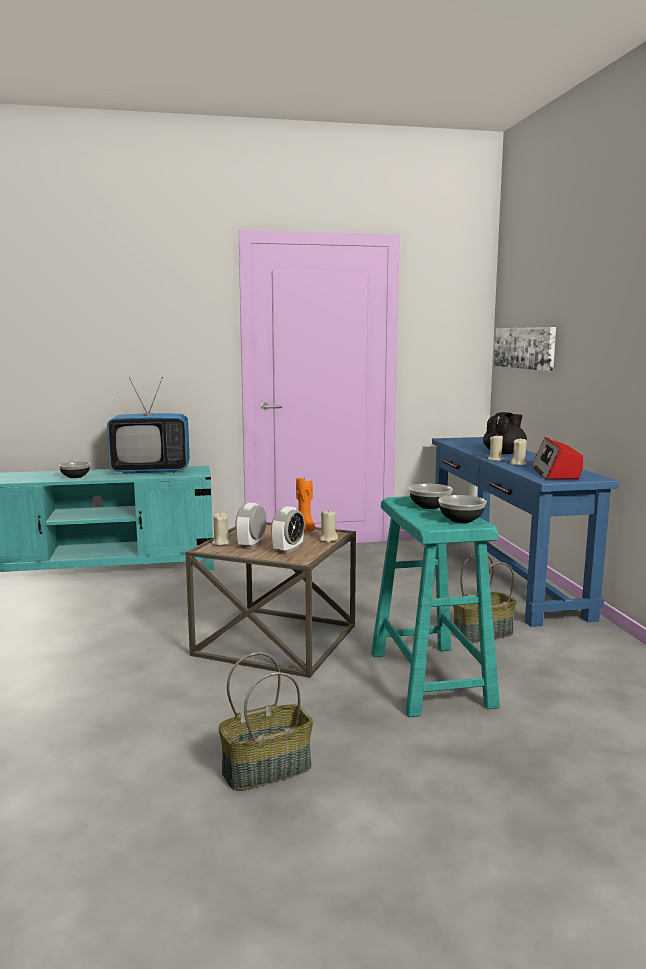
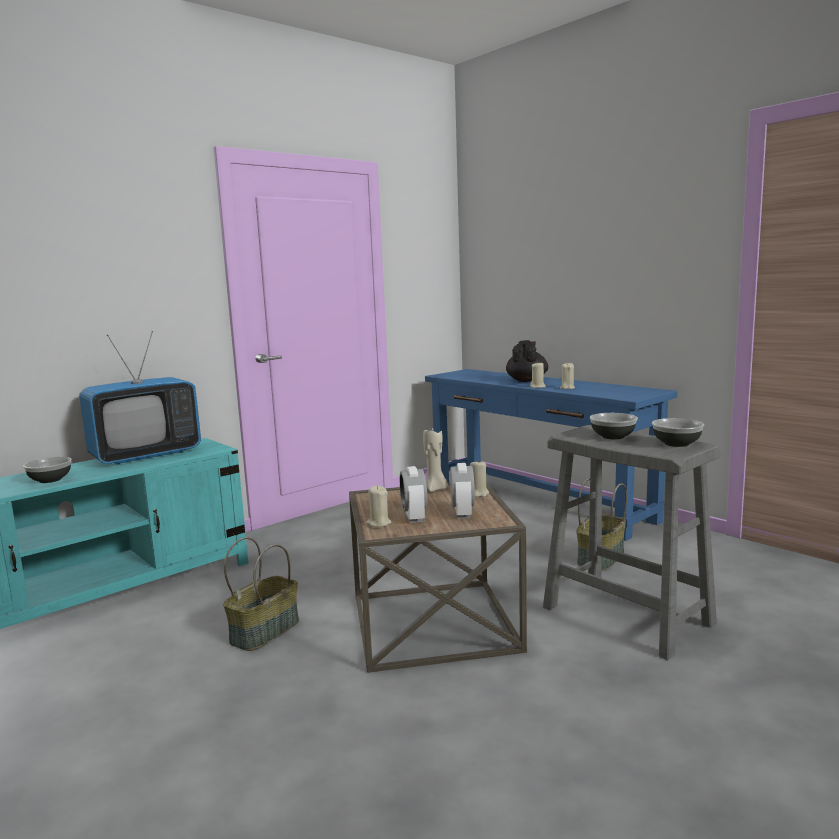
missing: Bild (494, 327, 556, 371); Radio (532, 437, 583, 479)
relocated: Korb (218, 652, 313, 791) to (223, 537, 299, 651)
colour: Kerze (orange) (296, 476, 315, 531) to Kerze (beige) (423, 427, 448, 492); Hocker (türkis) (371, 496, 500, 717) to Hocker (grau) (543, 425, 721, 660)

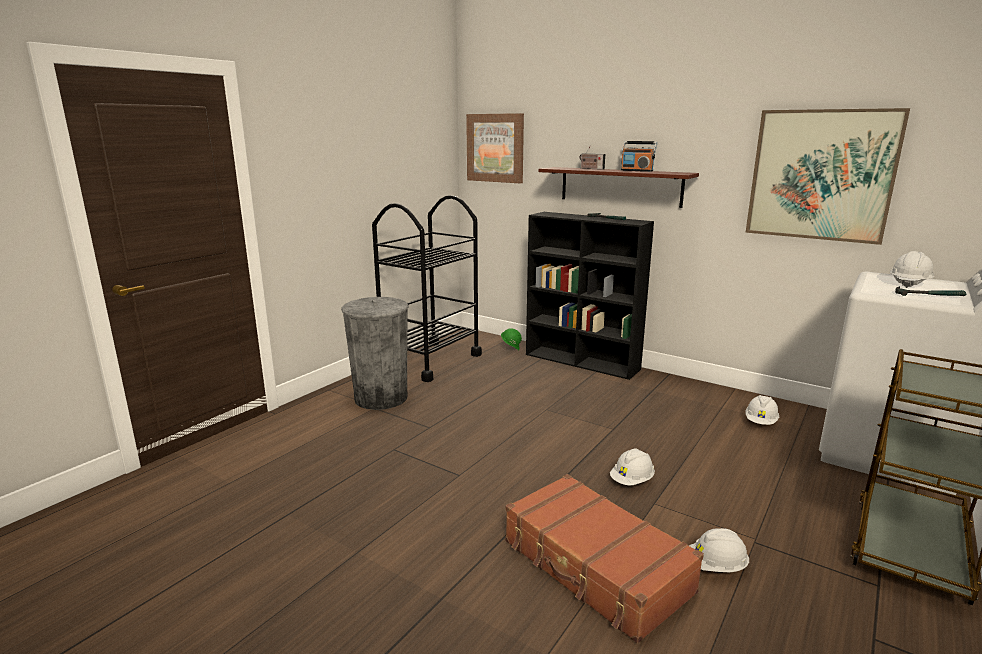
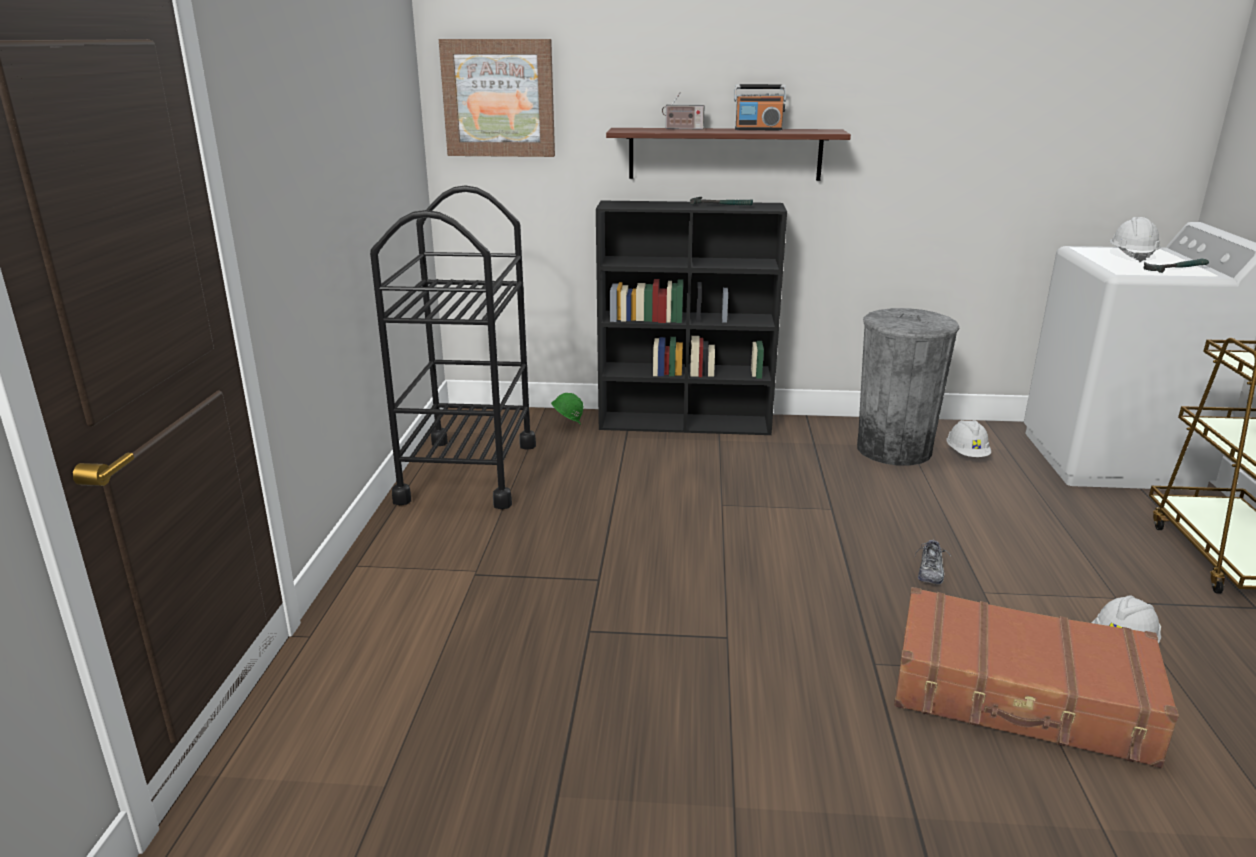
missing: Bild (745, 108, 910, 245)
relocated: Mülleimer (grau) (341, 297, 409, 410) to (857, 308, 960, 466)
exchanged: Schutzhelm (weiß) (610, 449, 655, 485) to Schuh (915, 540, 951, 585)

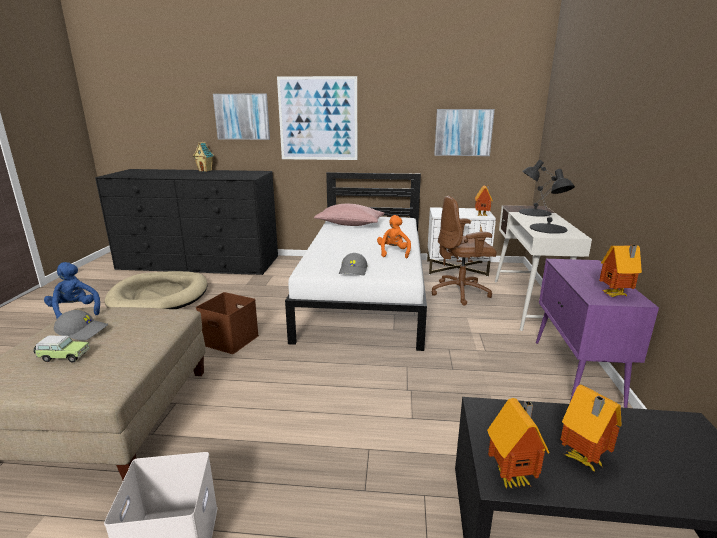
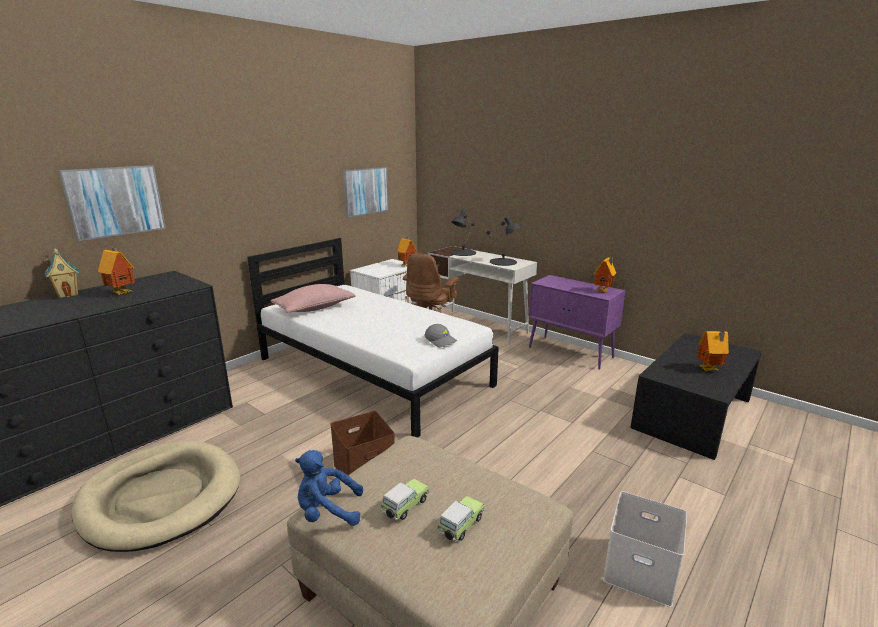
missing: Bild (277, 76, 357, 160); Plüschtier (orange) (377, 215, 411, 259)
relocated: Spielzeughaus (487, 398, 549, 488) to (98, 247, 135, 295)
exchanged: Kappe (grau) (54, 310, 108, 341) to Spielzeugauto (381, 478, 429, 520)

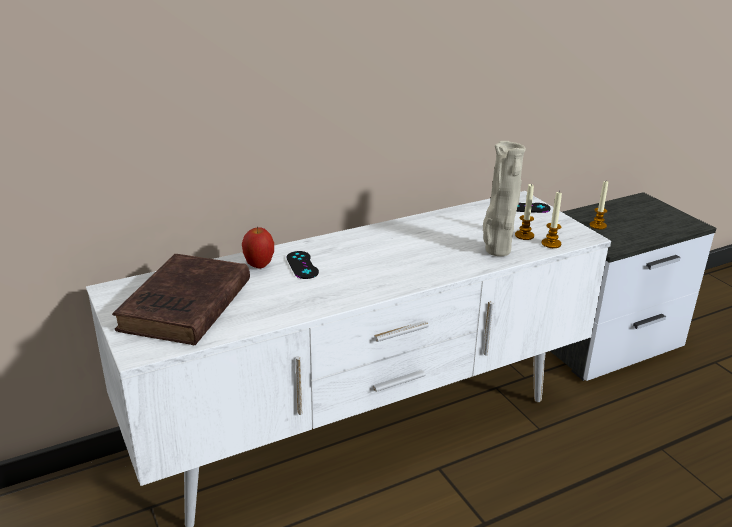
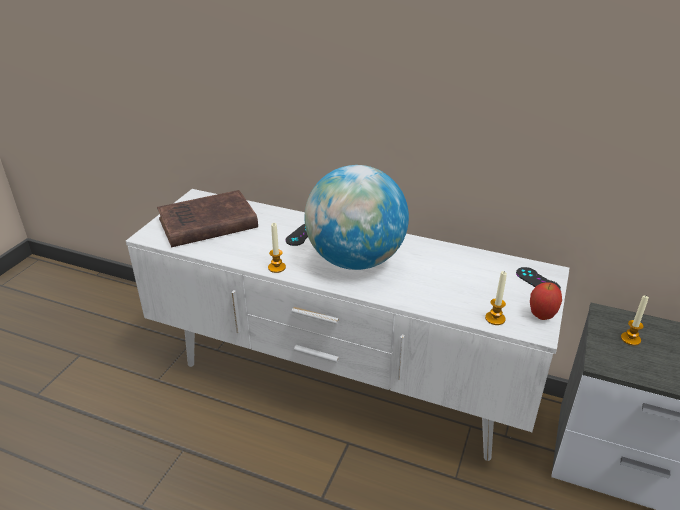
missing: Vase (beige) (483, 141, 526, 256)
appeared: Globus (304, 165, 409, 270)
relocated: Apfel (242, 227, 274, 269) to (530, 282, 562, 320); Kerze (515, 183, 534, 240) to (268, 223, 286, 273)

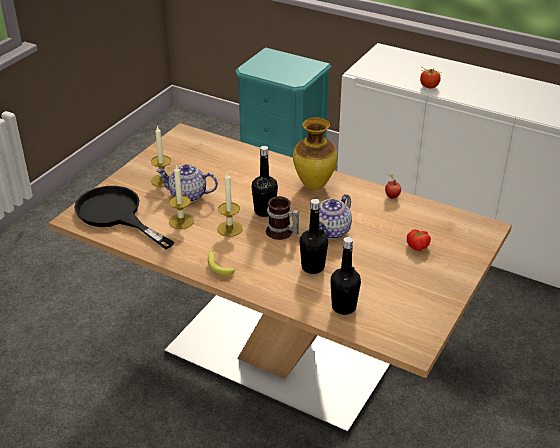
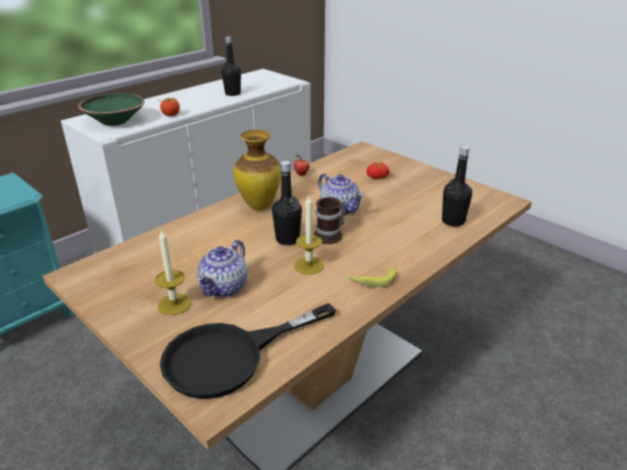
missing: Kerze (169, 164, 194, 229)
appeared: Schüssel (grün) (78, 93, 145, 126)
relocated: Flasche (schwarz) (300, 199, 328, 274) to (221, 36, 241, 96)

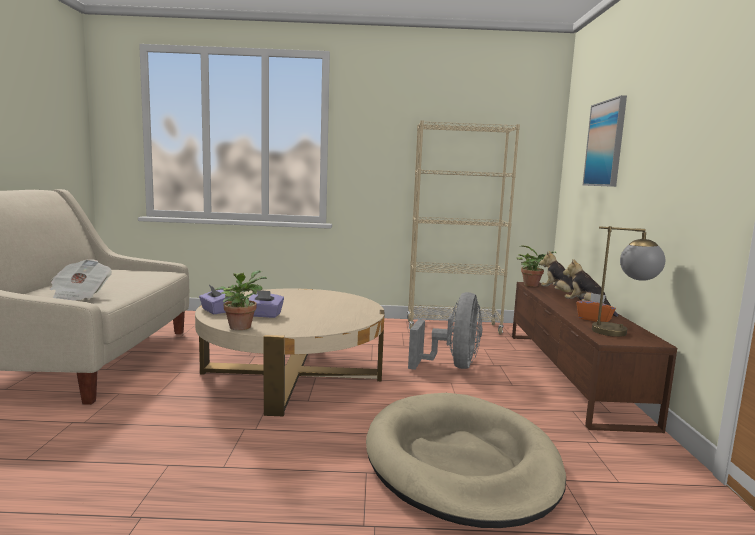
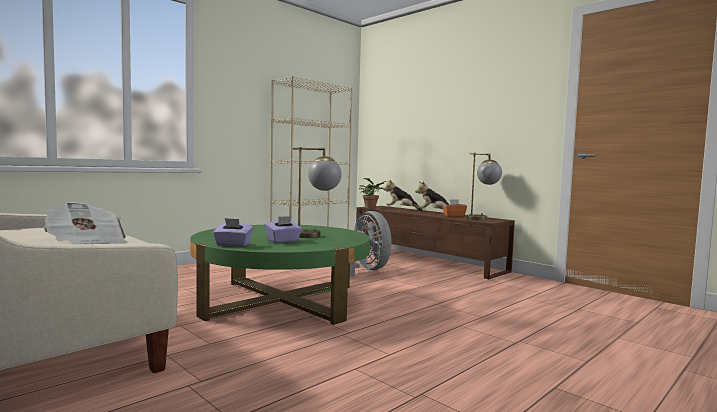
missing: Topfpflanze (215, 270, 267, 330); Hundebett (beige) (366, 393, 566, 528); Bild (583, 95, 627, 187)
appeared: Tischlampe (293, 147, 342, 238)
colour: Couchtisch (beige) (195, 289, 384, 416) to Couchtisch (grün) (190, 225, 370, 325)

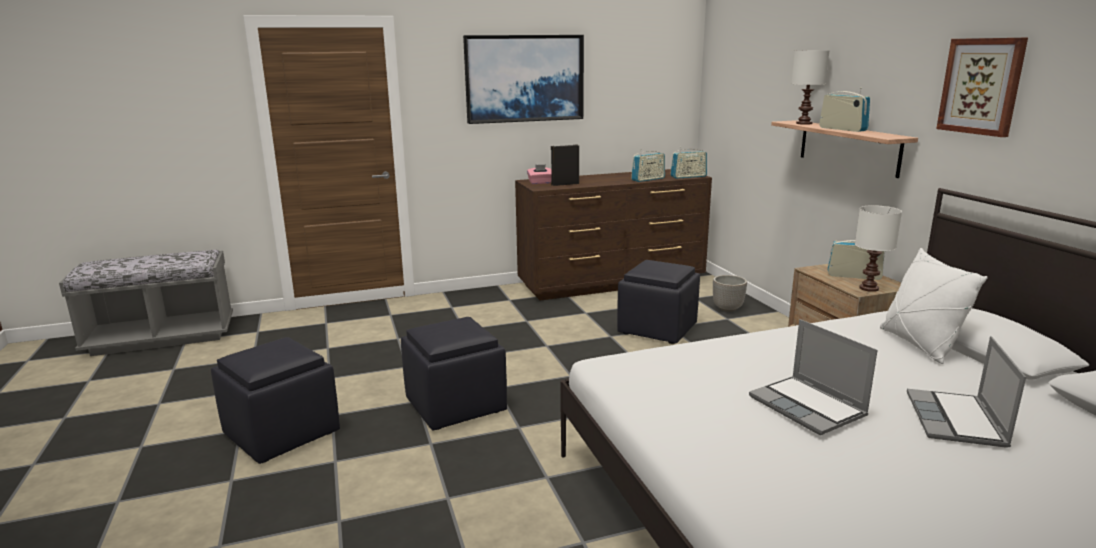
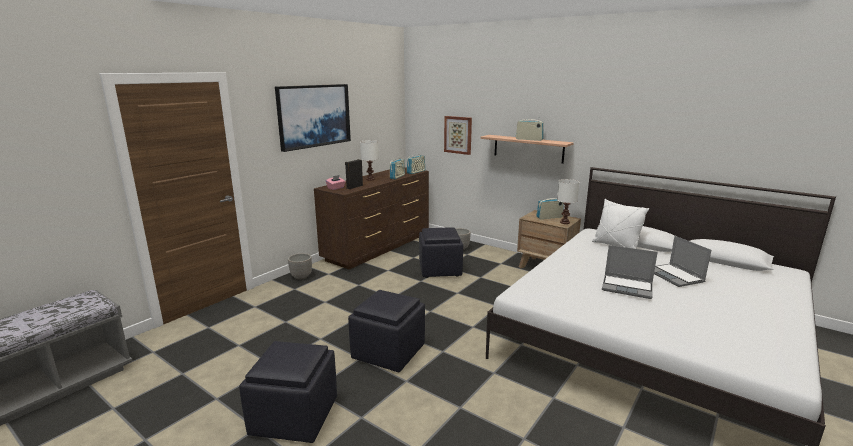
appeared: Pflanzkübel (288, 253, 312, 280)
relocated: Tischlampe (weiß) (791, 50, 830, 125) to (360, 140, 378, 180); Bild (936, 38, 1028, 137) to (444, 116, 472, 155)

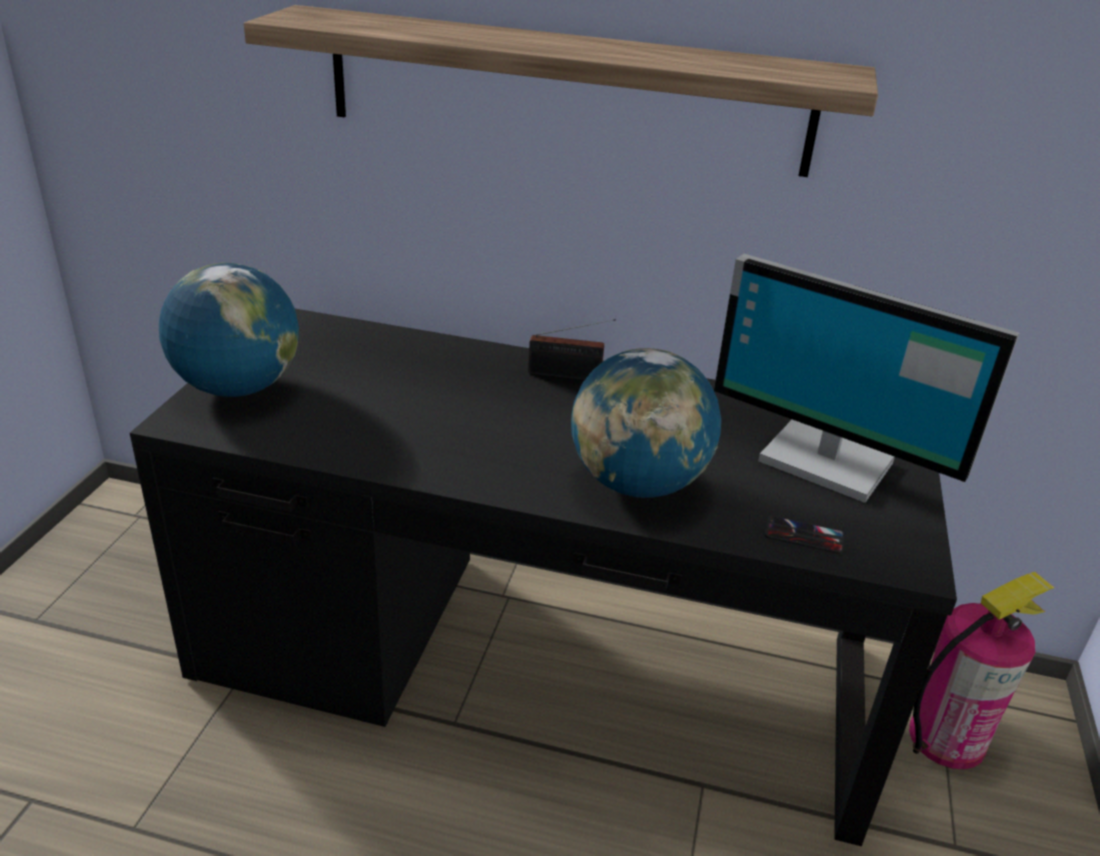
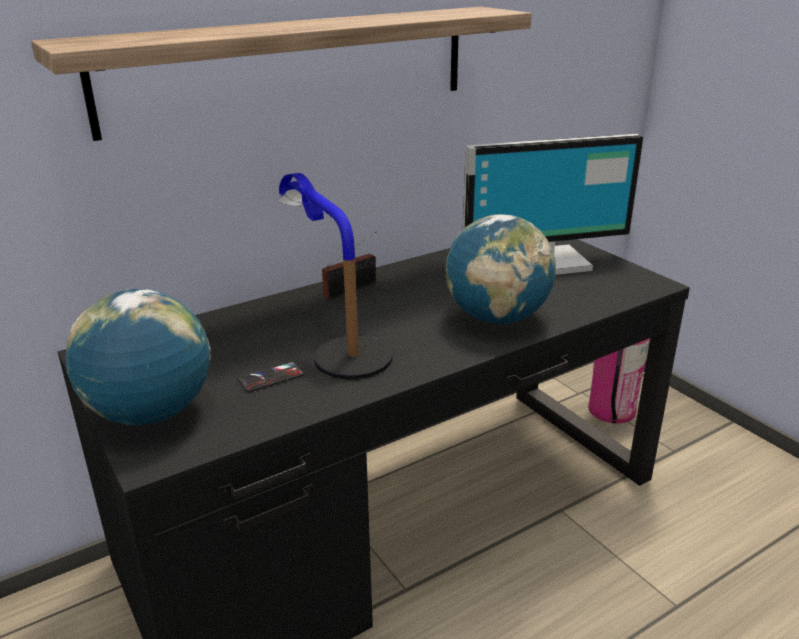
appeared: Tischlampe (279, 173, 392, 379)
relocated: Handy (765, 516, 844, 554) to (238, 362, 304, 392)

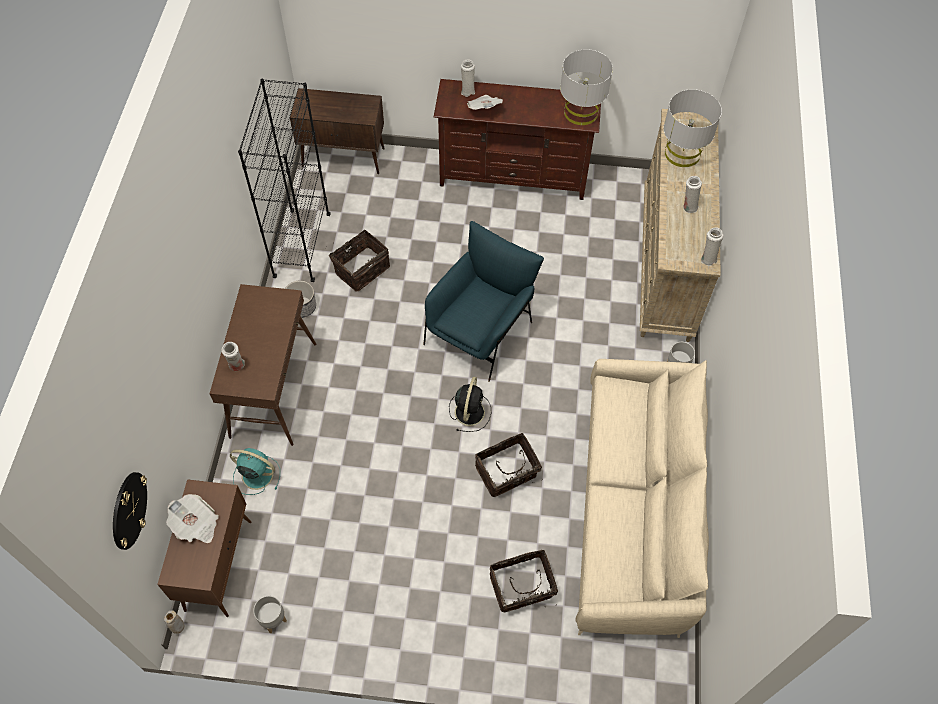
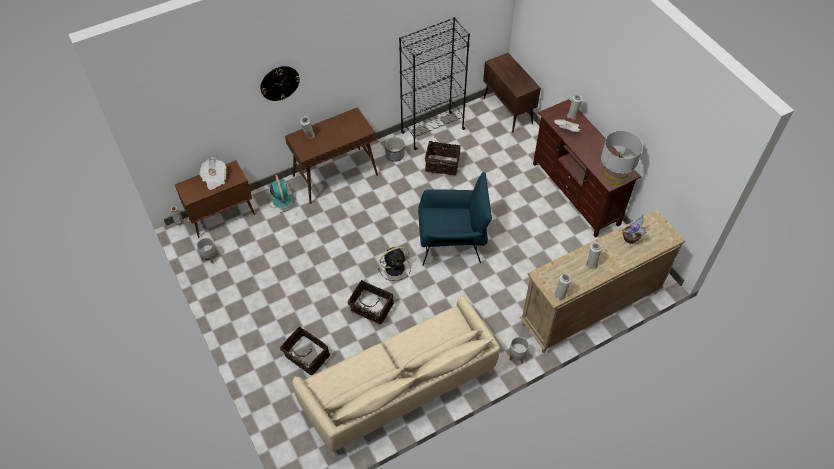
relocated: Wanduhr (113, 472, 147, 550) to (260, 66, 300, 101)
exchanged: Tischlampe (grau) (664, 89, 722, 167) to Topfpflanze (621, 214, 646, 244)

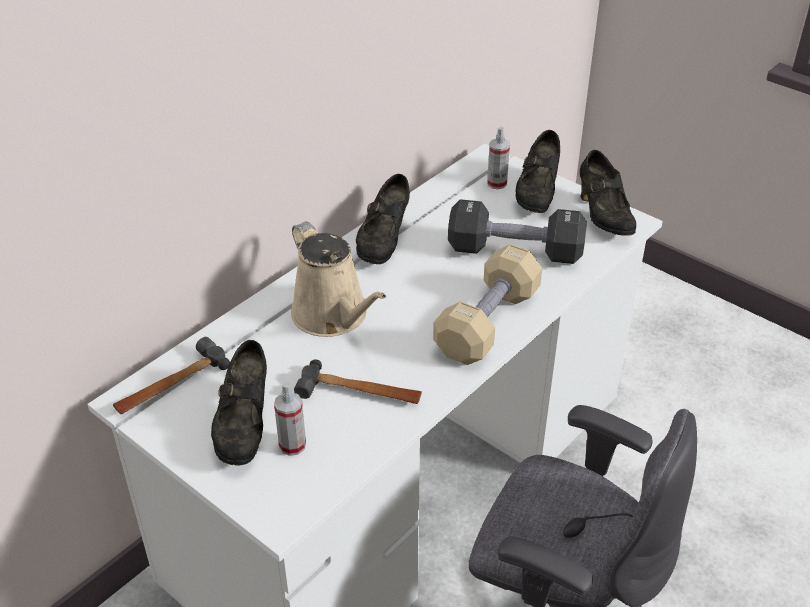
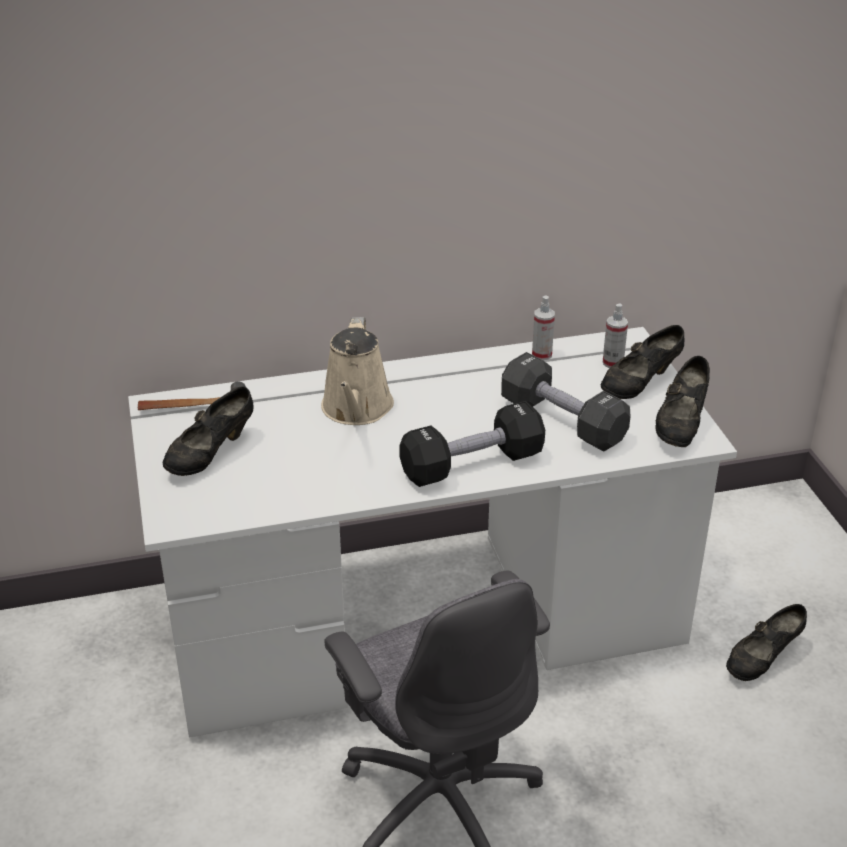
missing: Hammer (294, 359, 422, 404)
relocated: Sprühflasche (274, 382, 306, 456) to (532, 295, 555, 360); Schuh (schwarz) (356, 174, 410, 264) to (726, 604, 807, 681)
colour: Hantel (beige) (433, 244, 542, 365) to Hantel (schwarz) (399, 401, 545, 487)

